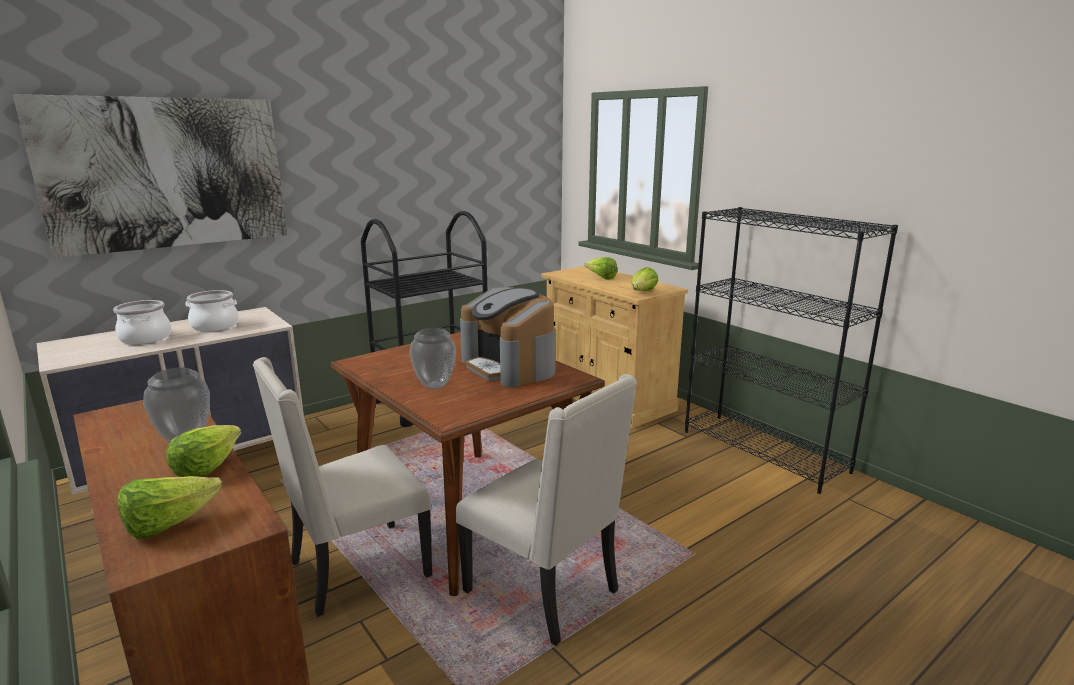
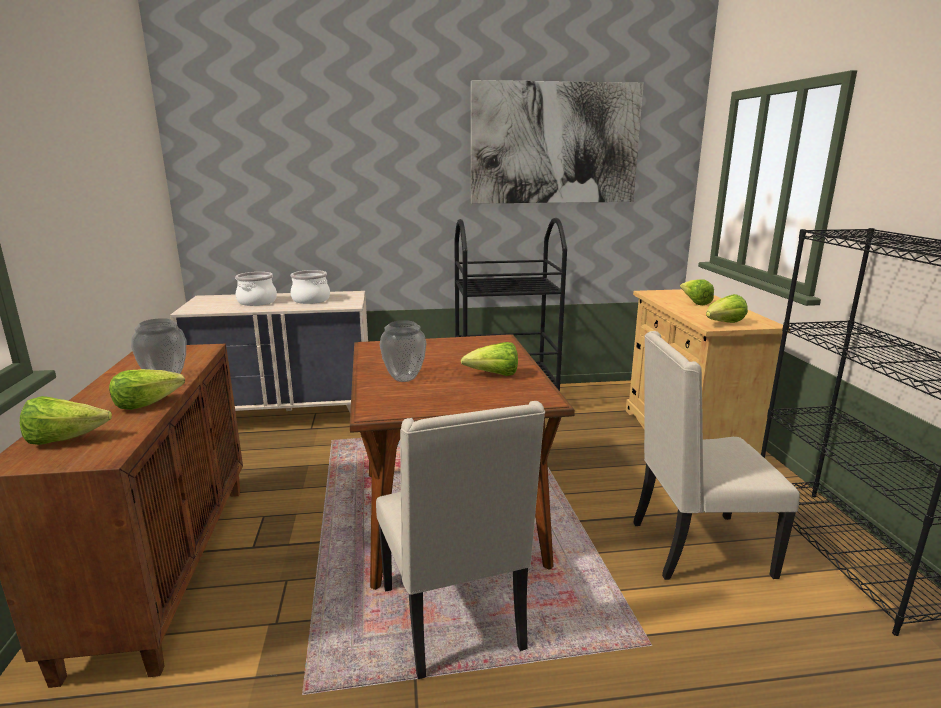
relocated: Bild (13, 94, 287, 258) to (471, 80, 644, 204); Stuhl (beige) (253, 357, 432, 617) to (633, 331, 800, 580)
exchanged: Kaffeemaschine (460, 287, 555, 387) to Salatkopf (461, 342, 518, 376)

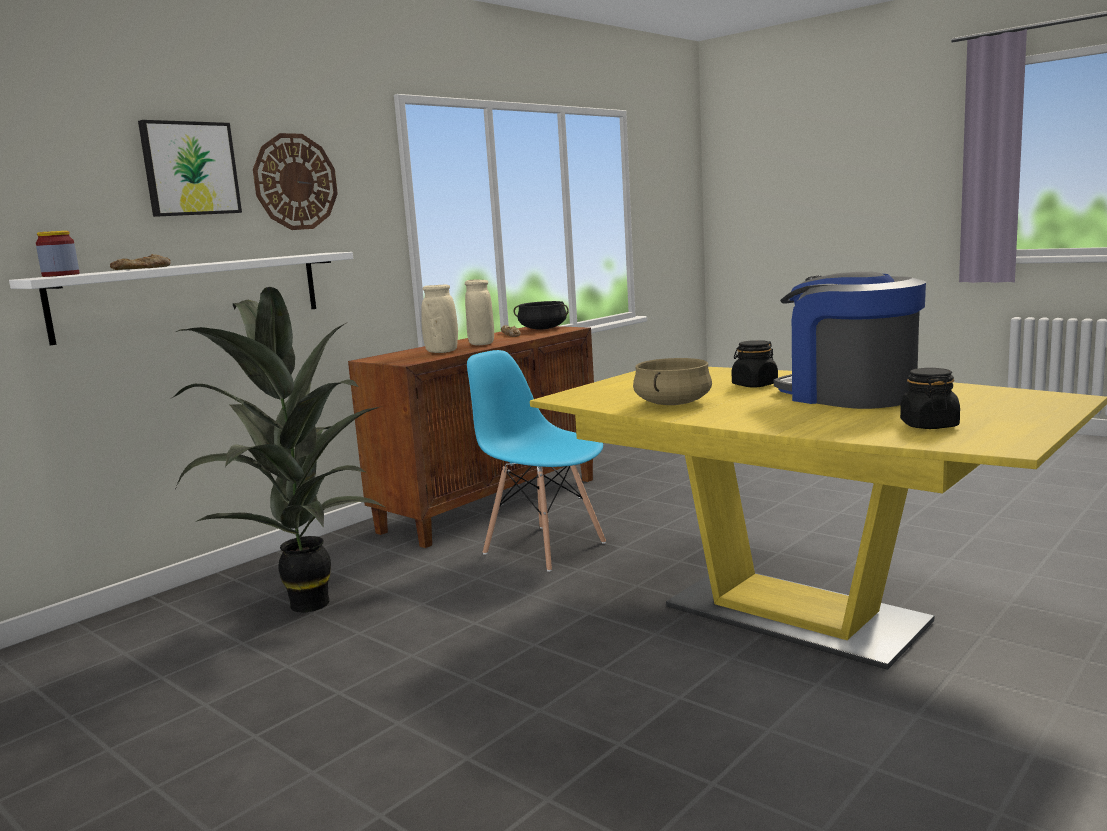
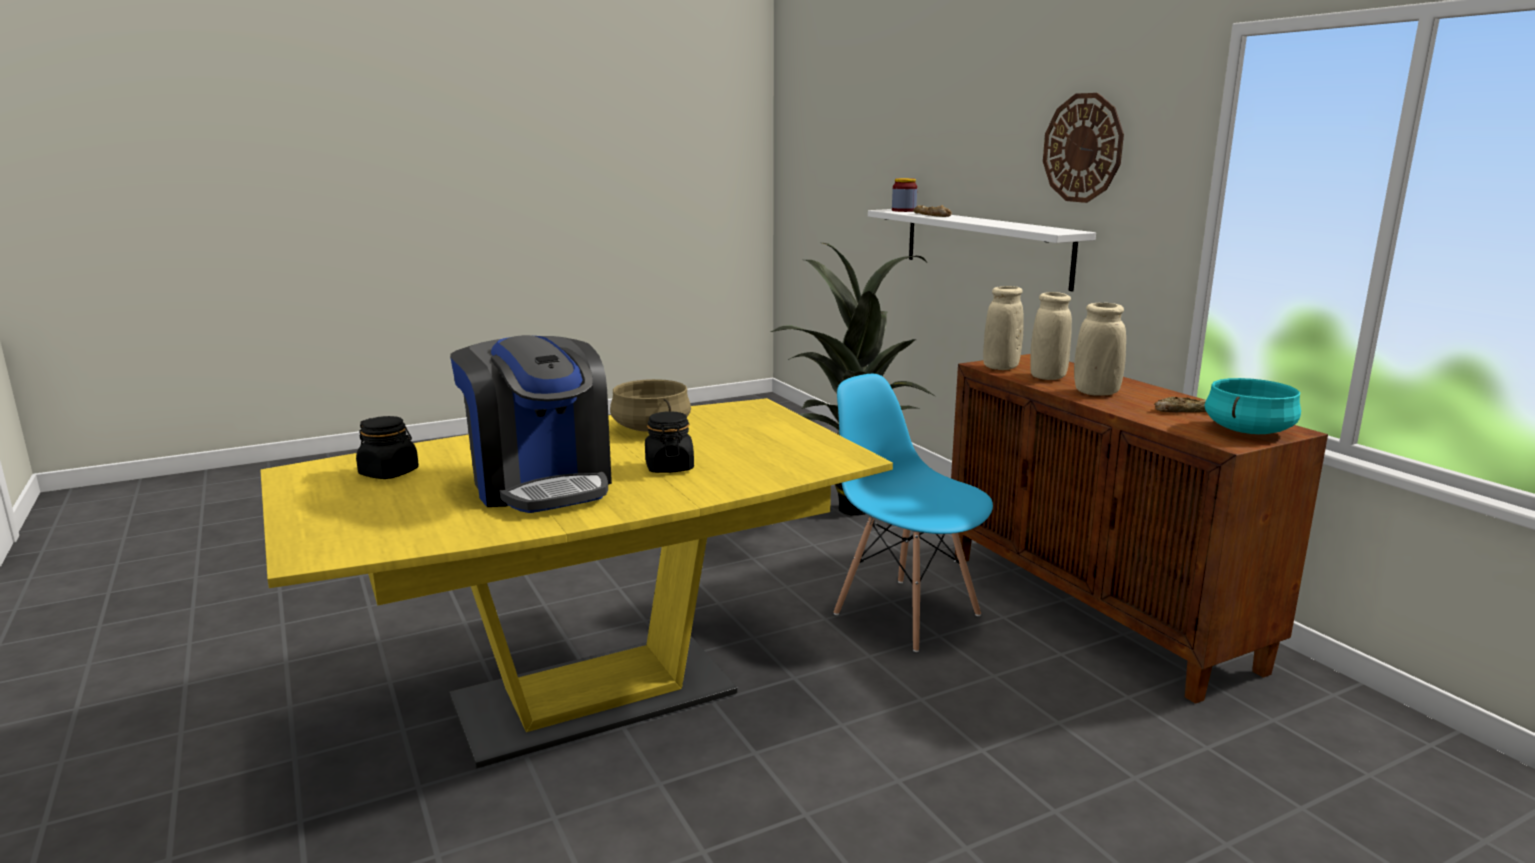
missing: Bild (138, 120, 242, 217)
appeared: Vase (beige) (983, 286, 1024, 370)
colour: Kochtopf (schwarz) (514, 301, 569, 330) to Kochtopf (türkis) (1205, 378, 1301, 434)
spun: Stuhl (blau) (467, 350, 606, 572) = (834, 374, 993, 652) 105 degrees counterclockwise; Kaffeemaschine (774, 272, 926, 409) = (450, 335, 612, 513) 75 degrees clockwise

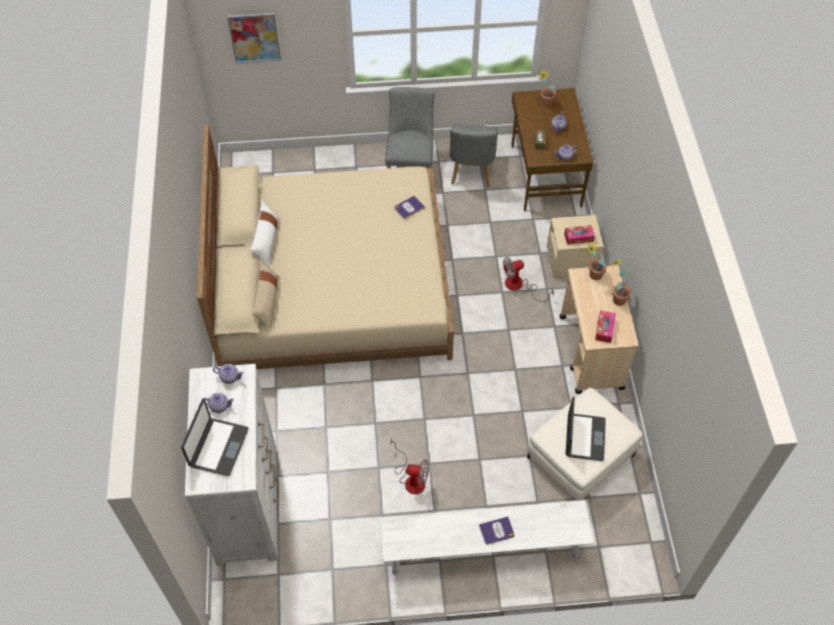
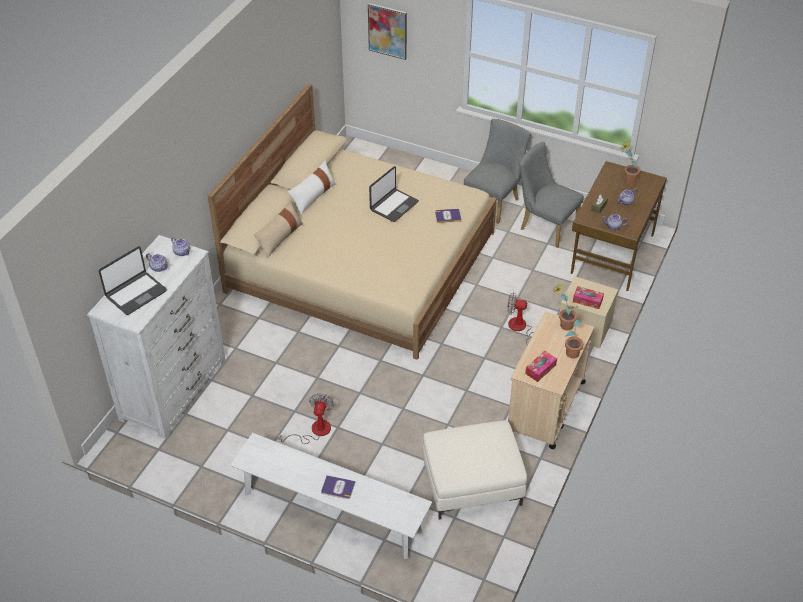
relocated: Laptop (566, 397, 606, 461) to (369, 166, 419, 222)
spun: Ventilator (391, 437, 429, 494) = (277, 393, 334, 444) 120 degrees counterclockwise; Stuhl (grau) (449, 124, 498, 187) = (519, 142, 584, 248) 90 degrees clockwise

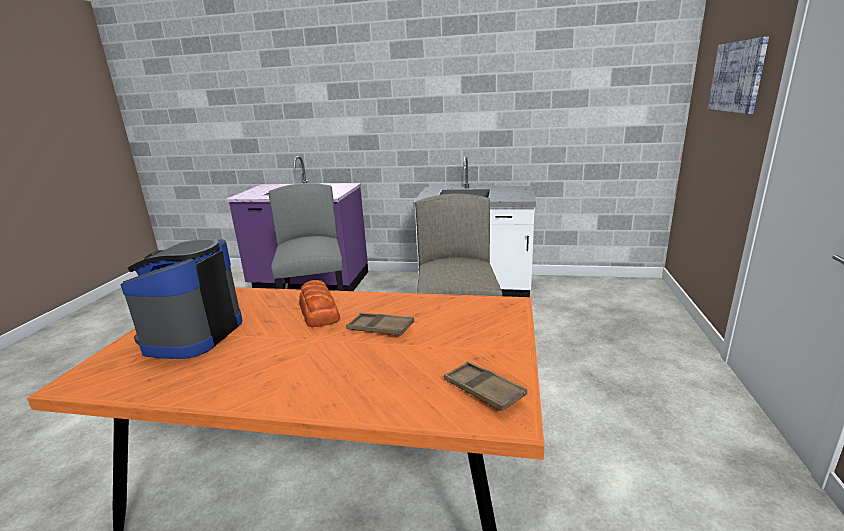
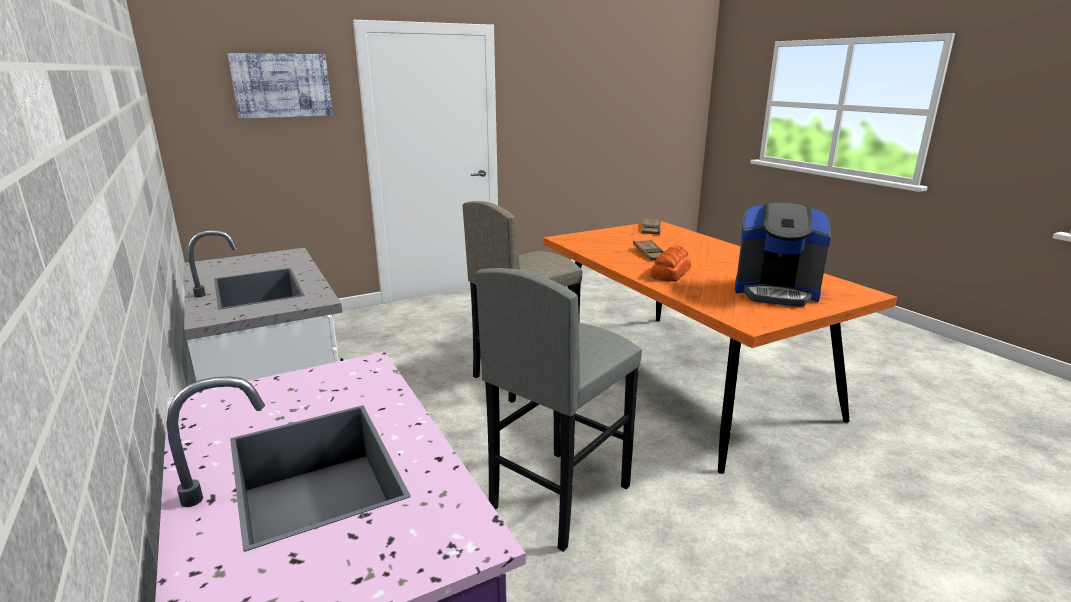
spun: Kaffeemaschine (120, 239, 242, 359) = (735, 202, 831, 307) 45 degrees clockwise

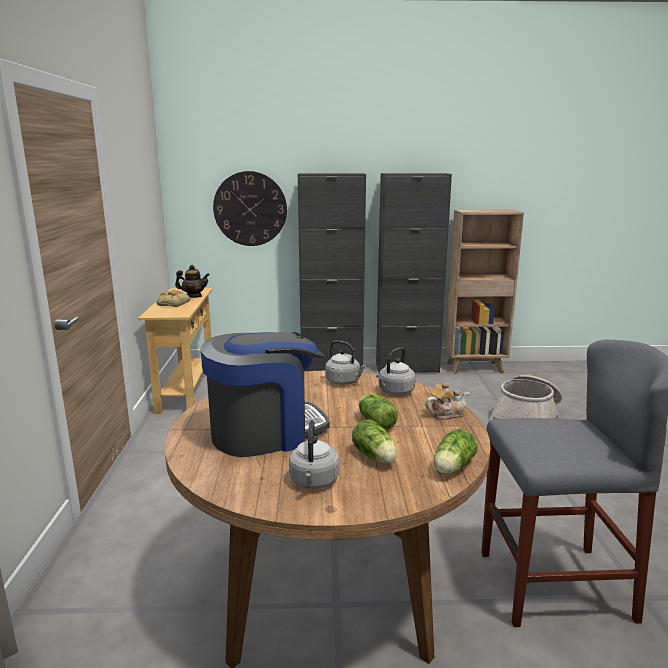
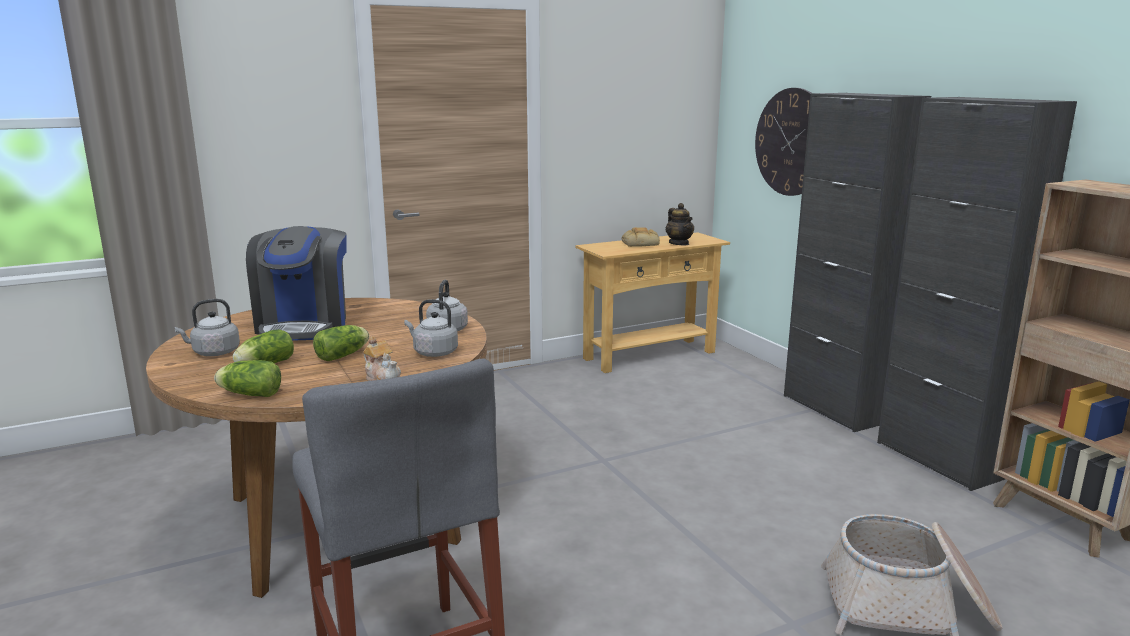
spun: Kaffeemaschine (201, 332, 330, 457) = (246, 226, 347, 341) 45 degrees clockwise

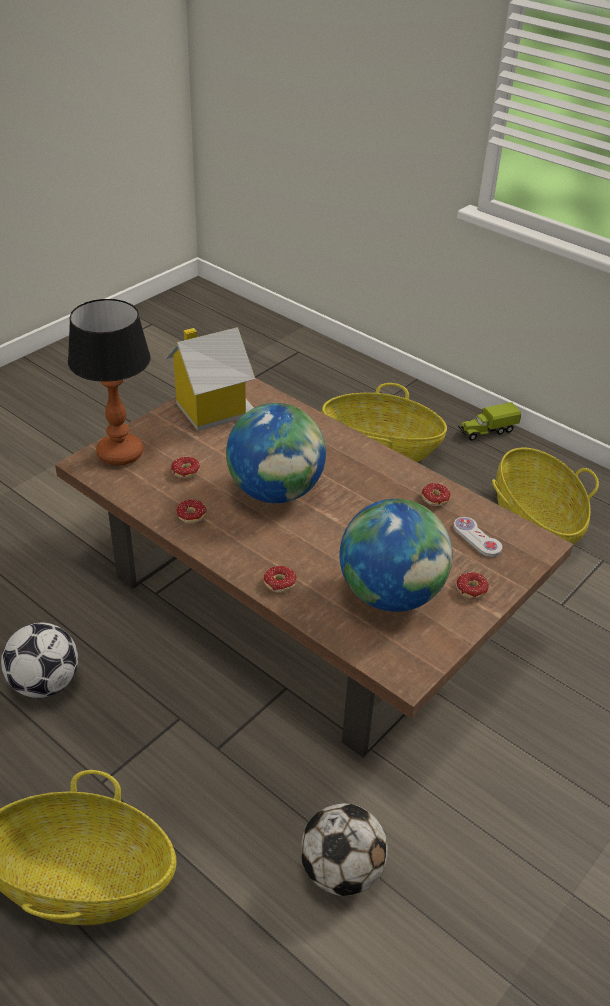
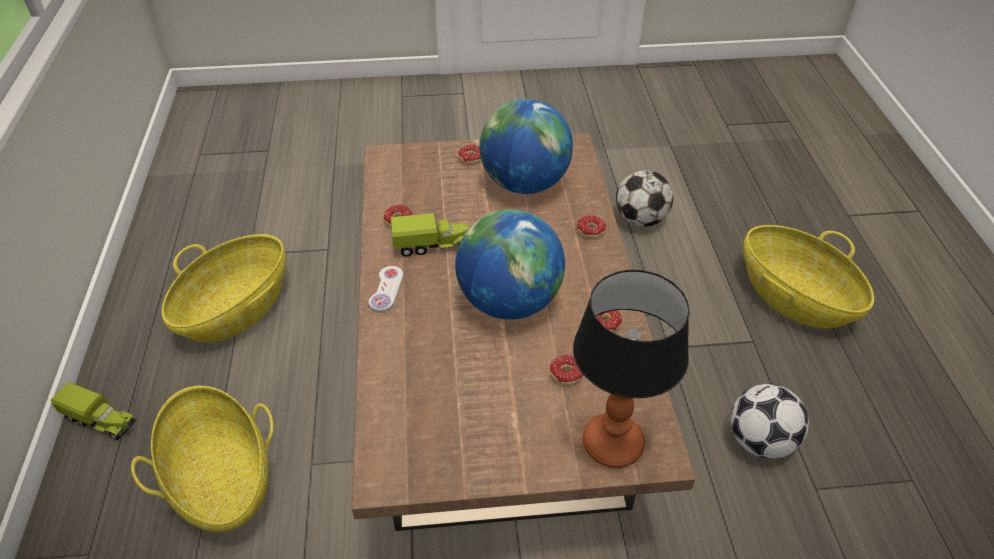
missing: Spielzeughaus (165, 327, 255, 431)
appeared: Spielzeuglaster (390, 213, 470, 257)
relocated: Gamepad (weiß) (453, 517, 502, 557) to (369, 266, 403, 313)

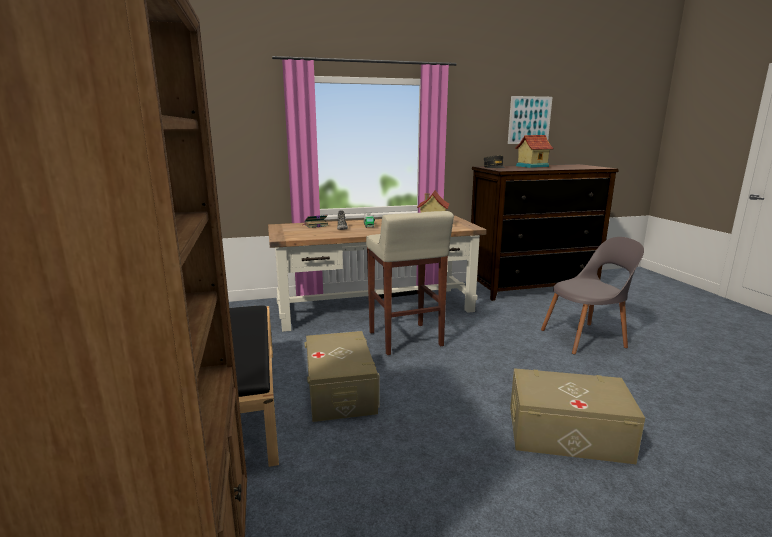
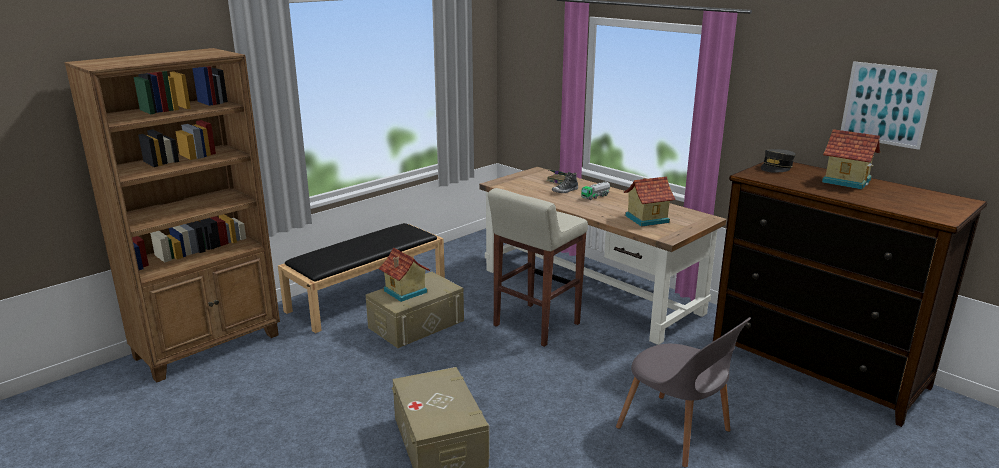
appeared: Spielzeughaus (378, 247, 430, 302)

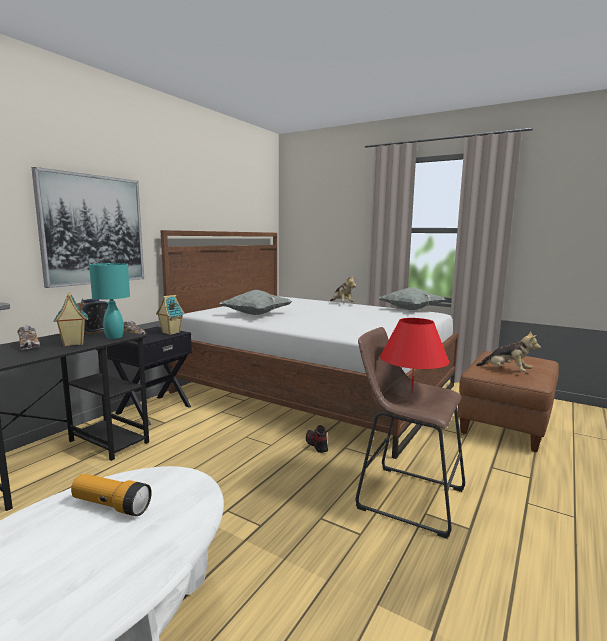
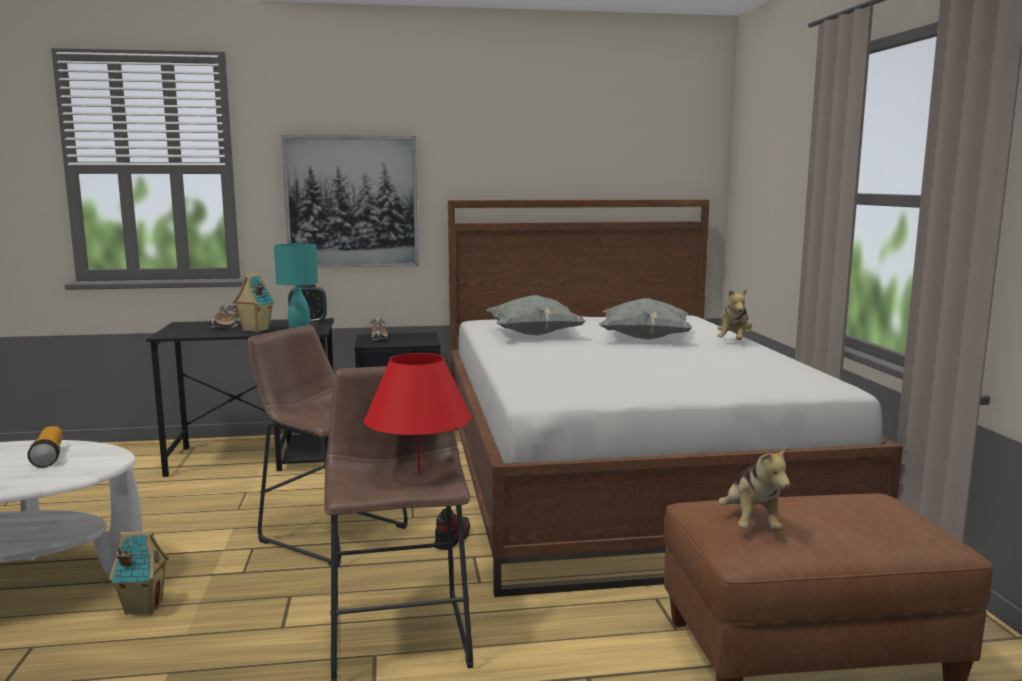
appeared: Hocker (braun) (248, 325, 408, 567)
relocated: Spielzeughaus (156, 295, 185, 335) to (109, 531, 169, 615); Kissen (grau) (378, 287, 446, 310) to (599, 298, 693, 339)

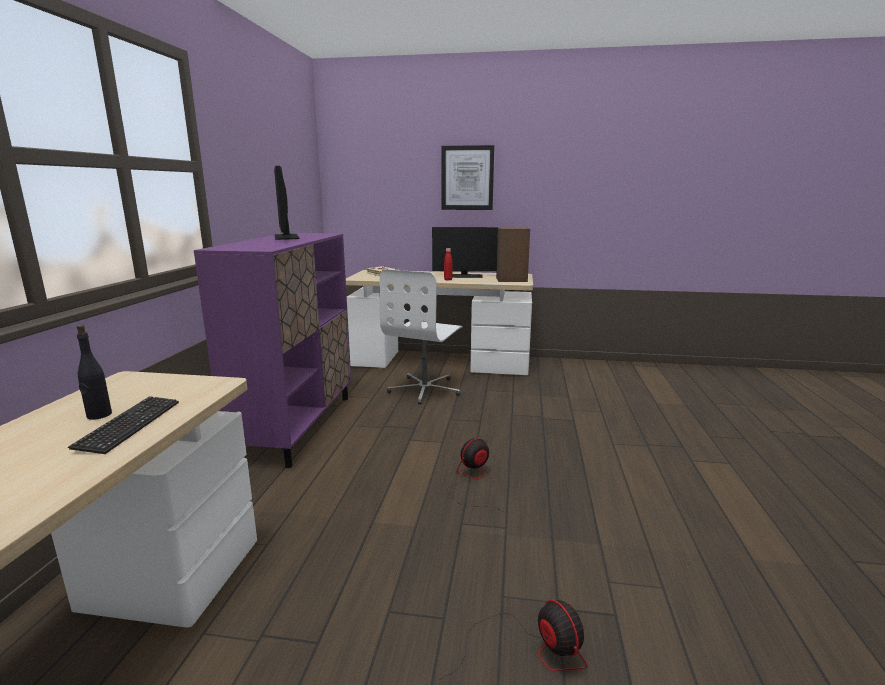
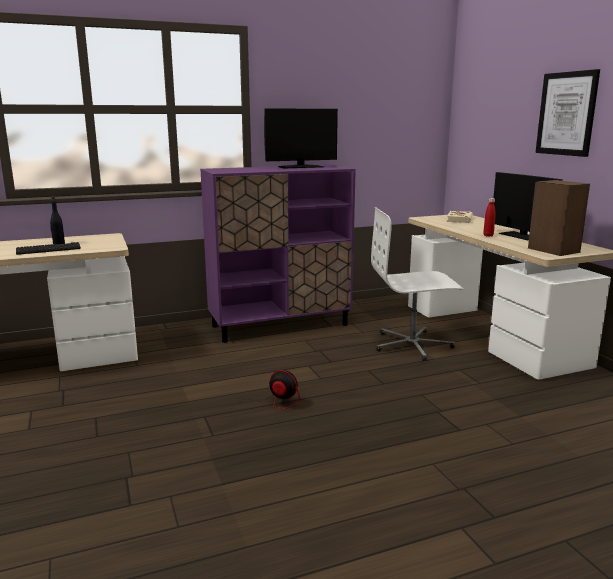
missing: Ventilator (439, 600, 588, 680)
spun: Monitor (274, 166, 300, 240) = (264, 109, 338, 169) 150 degrees counterclockwise

